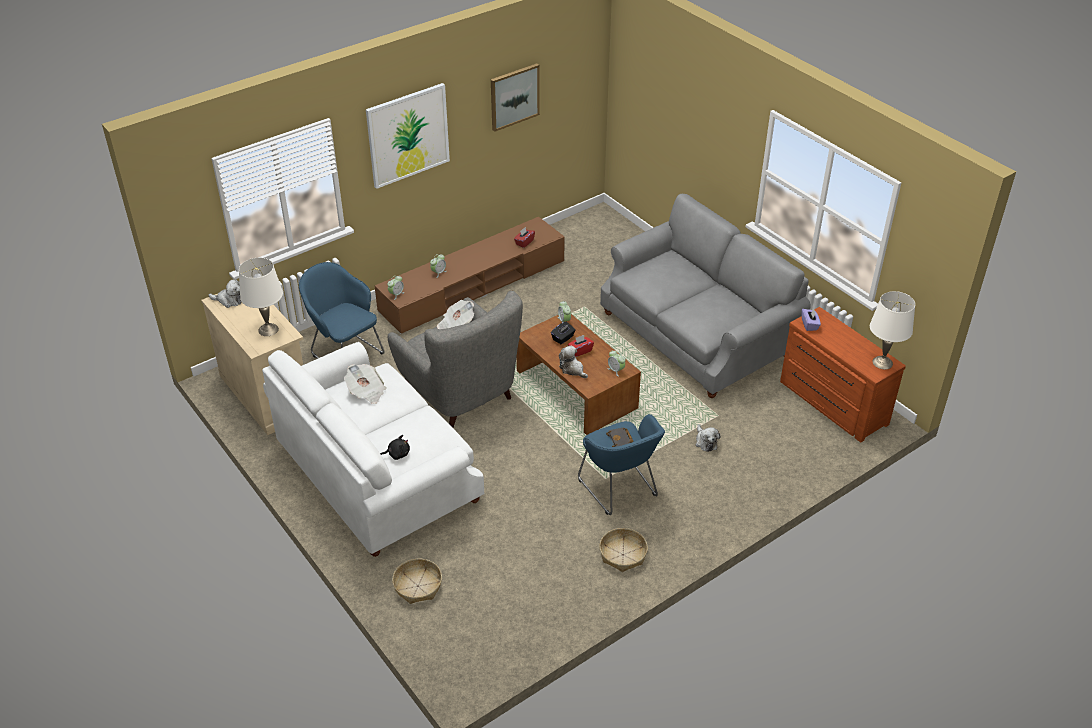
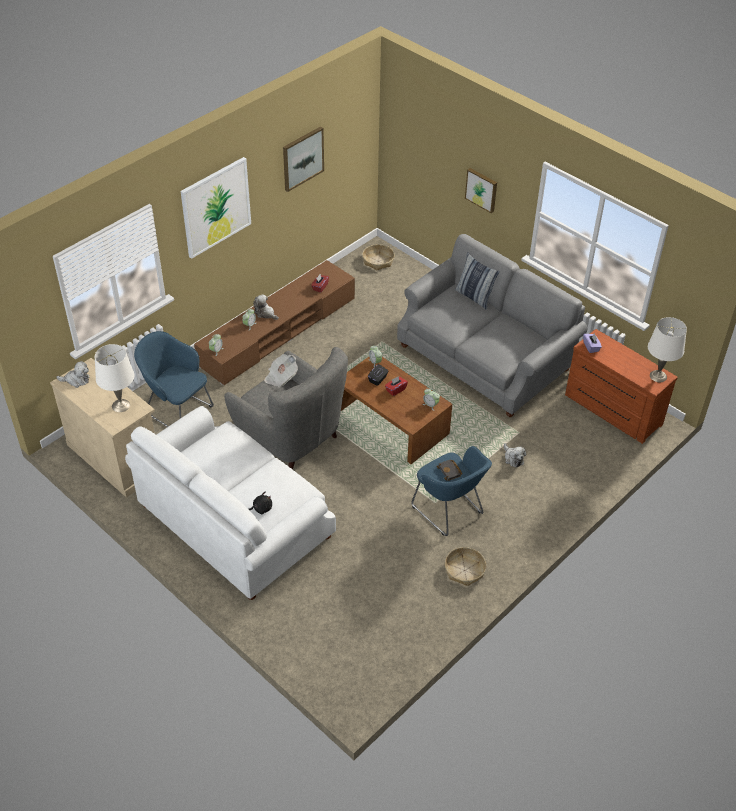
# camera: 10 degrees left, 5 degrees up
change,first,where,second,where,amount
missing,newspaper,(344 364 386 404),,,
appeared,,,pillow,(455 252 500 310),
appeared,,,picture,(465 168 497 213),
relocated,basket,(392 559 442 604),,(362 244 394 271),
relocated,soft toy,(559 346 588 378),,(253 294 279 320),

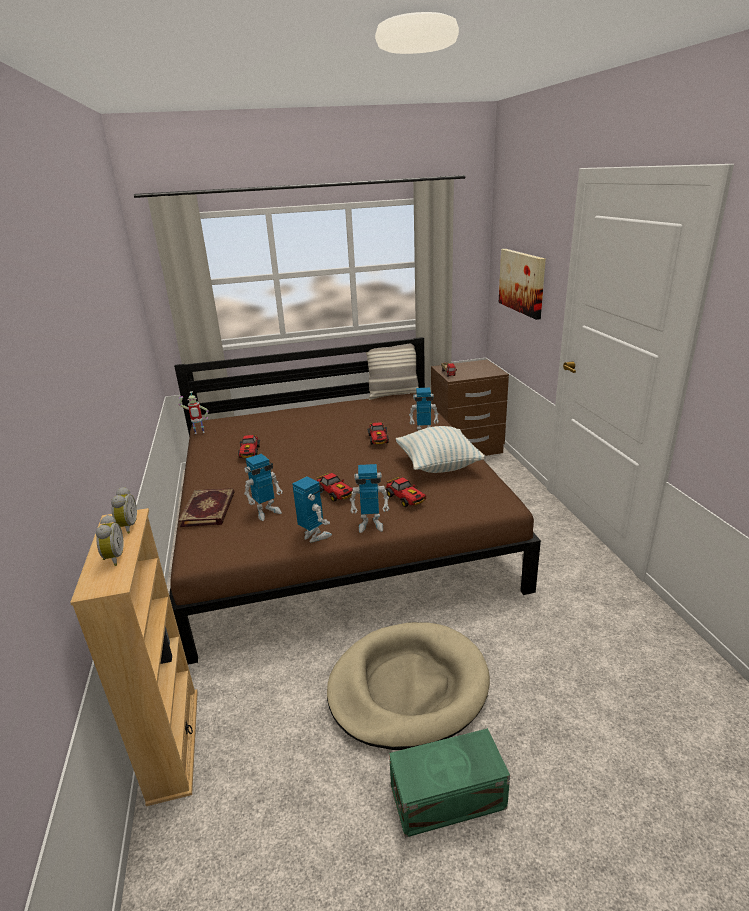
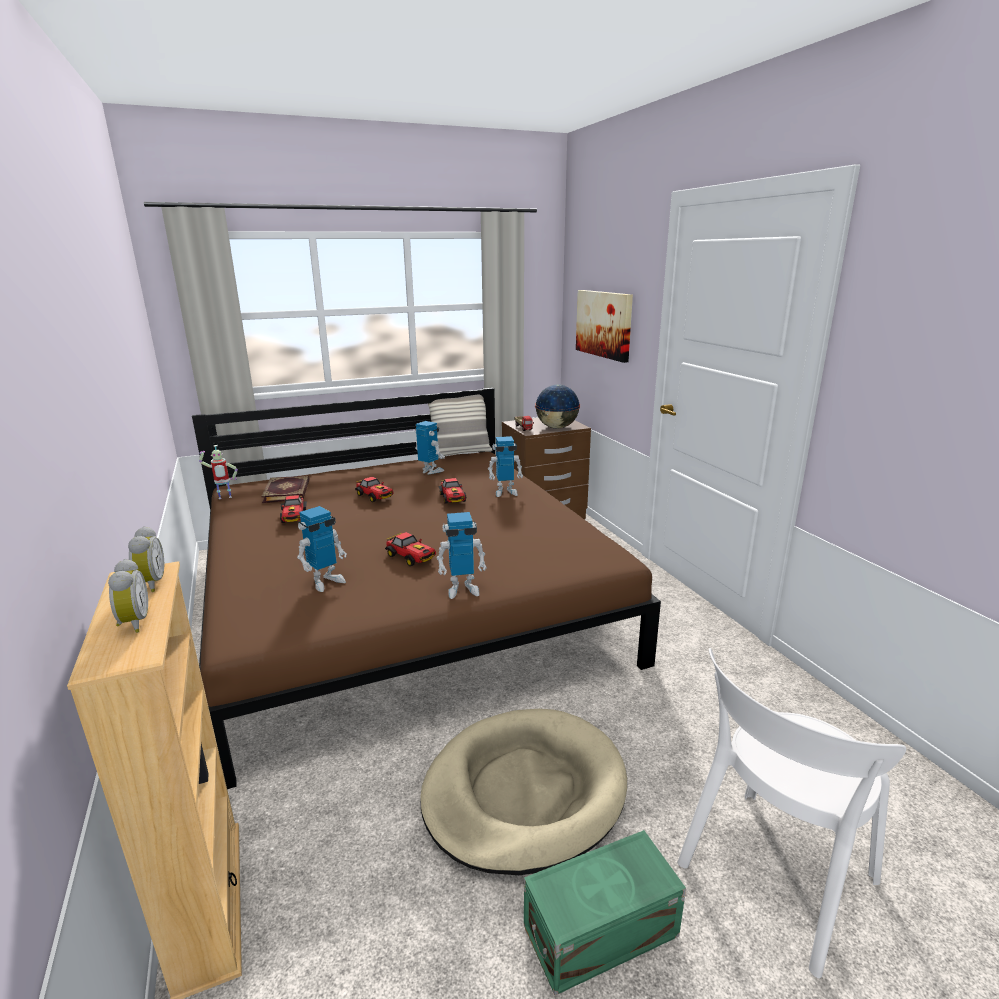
# camera: 10 degrees left, 5 degrees down
change,first,where,second,where,amount
missing,pillow,(396 426 485 473),,,
appeared,,,desk globe,(535 384 580 429),
appeared,,,chair in white,(677 648 906 978),
relocated,volume,(178 488 235 527),,(261 475 310 503),
relocated,model robot,(292 477 332 542),,(415 421 445 475),
relocated,model car,(386 477 426 507),,(355 477 394 502),

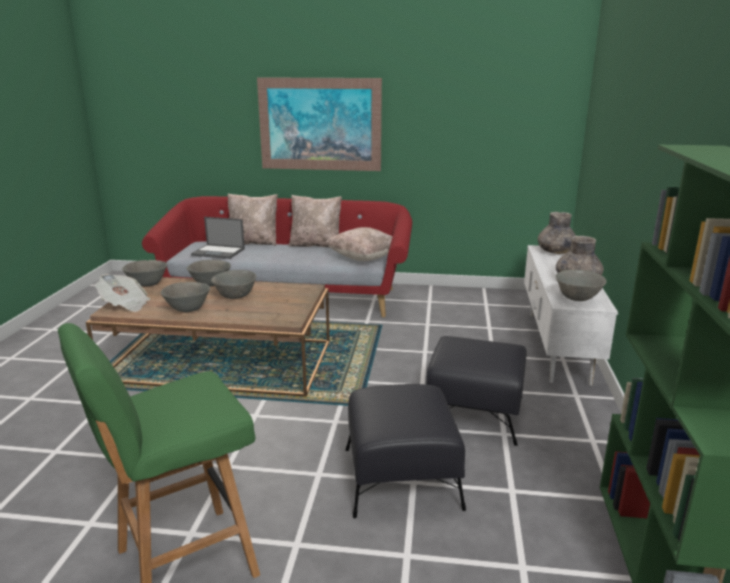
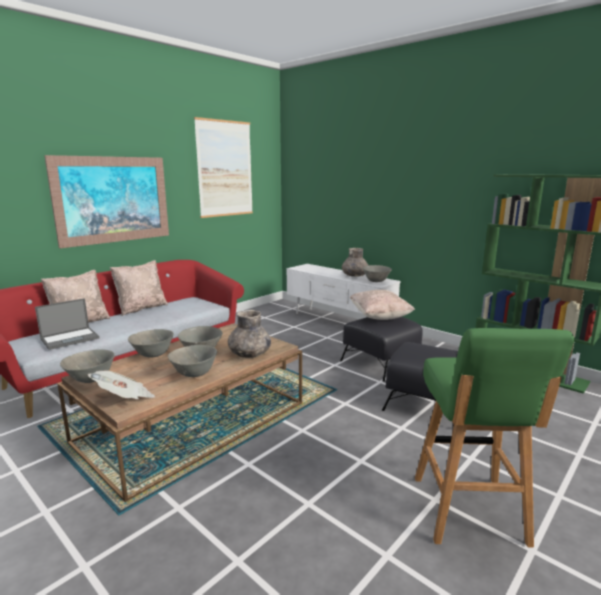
# camera: 55 degrees left, 5 degrees down
change,first,where,second,where,amount
appeared,,,picture,(194 117 253 218),
relocated,pillow in beige,(325 227 393 261),,(350 290 415 320),
relocated,flower vase in gray,(538 212 576 254),,(228 310 271 358),

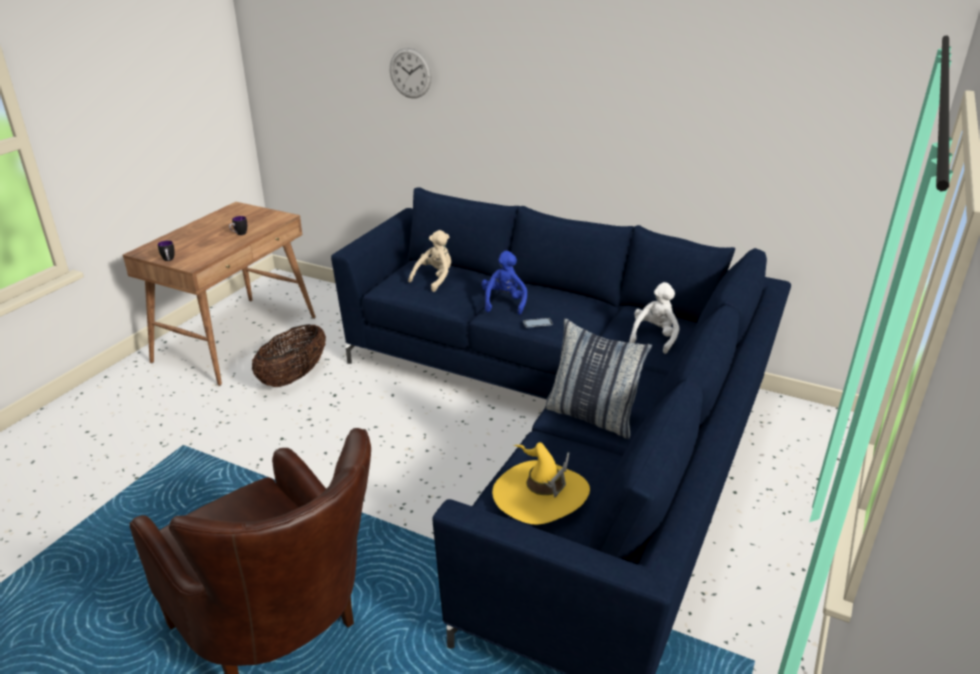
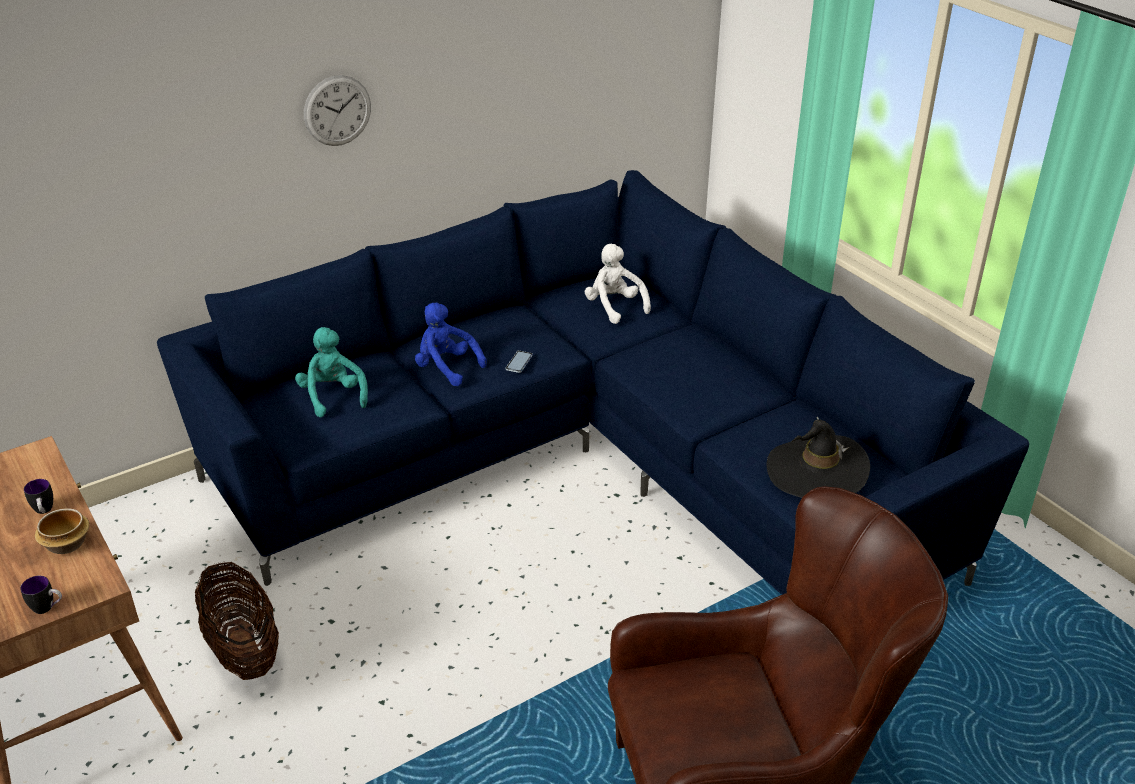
# camera: 60 degrees left, 5 degrees up
change,first,where,second,where,amount
missing,pillow,(545 318 652 439),,,
appeared,,,deep dish,(35 508 90 554),
relocated,hanging clock,(390 48 432 98),,(304 75 371 146),
colour,soft toy in beige,(408 230 451 292),soft toy in turquoise-coloured,(295 327 368 417),
colour,wearable hat in yellowish,(492 442 590 525),wearable hat in black-coloured,(767 417 870 498),

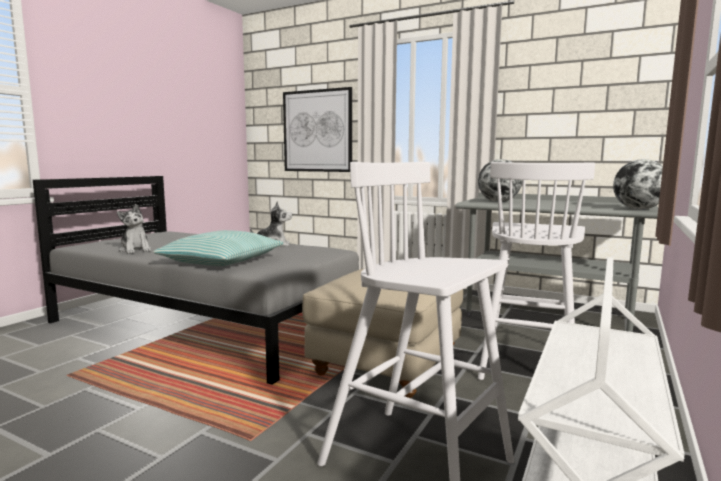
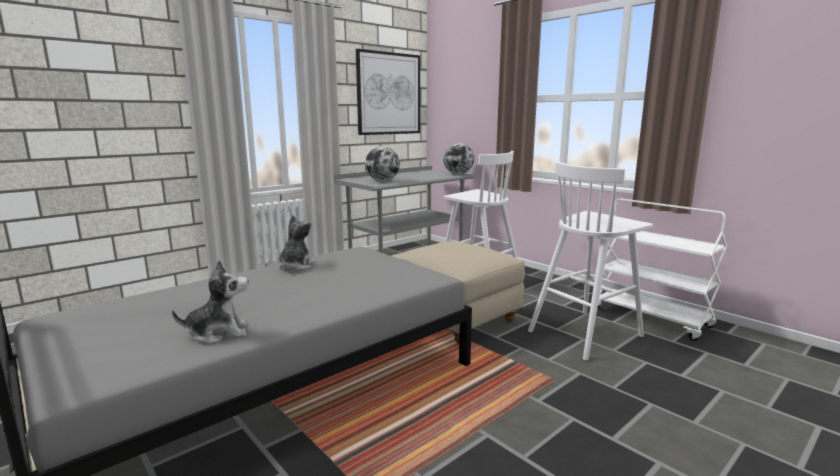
# camera: 70 degrees left, 5 degrees up
change,first,where,second,where,amount
missing,pillow,(153 230 284 266),,,
relocated,picture,(283 87 352 172),,(356 49 420 135),

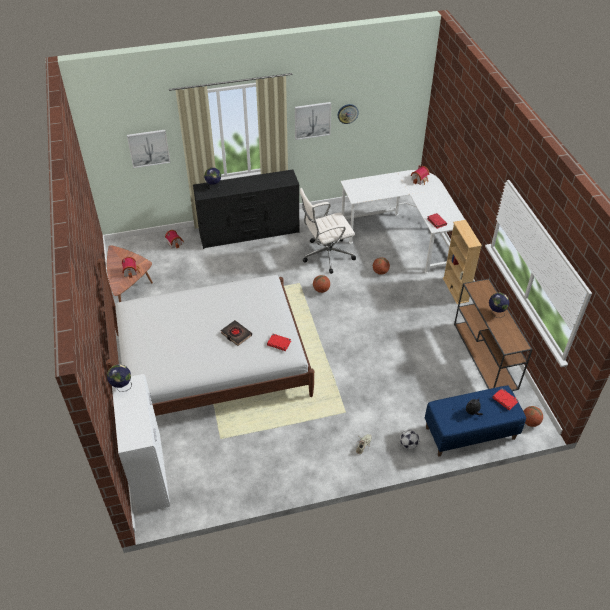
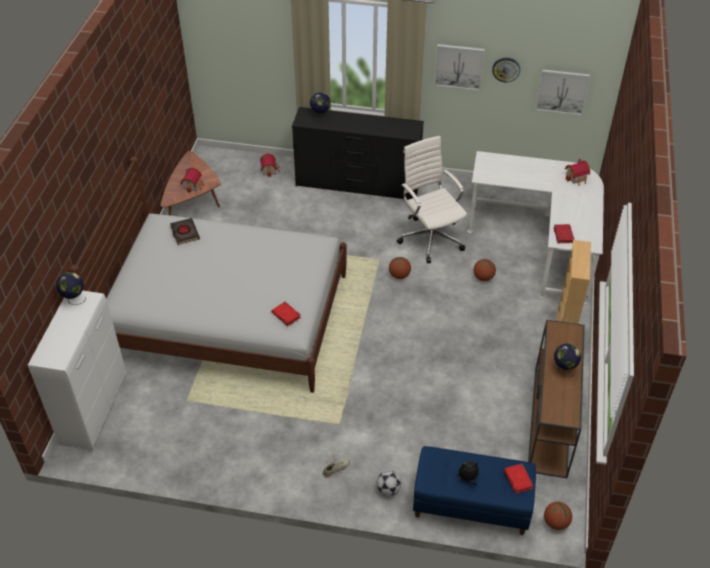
# camera: 25 degrees right, 0 degrees up
change,first,where,second,where,amount
relocated,picture,(127 130 171 168),,(536 69 590 115),
relocated,volume in black-coloured,(221 320 252 346),,(170 218 200 245),
spun,office chair in white,(300 188 356 274),,(397 136 467 263),60 degrees clockwise

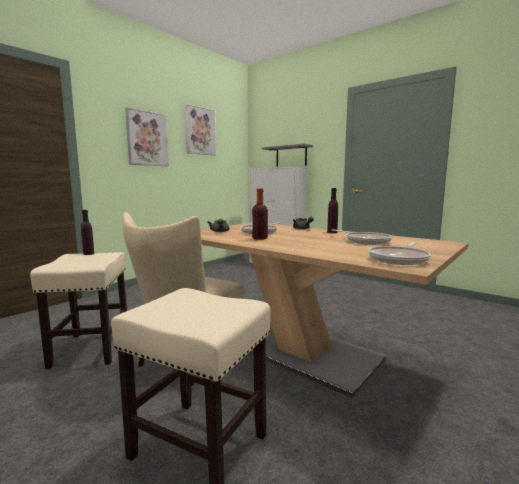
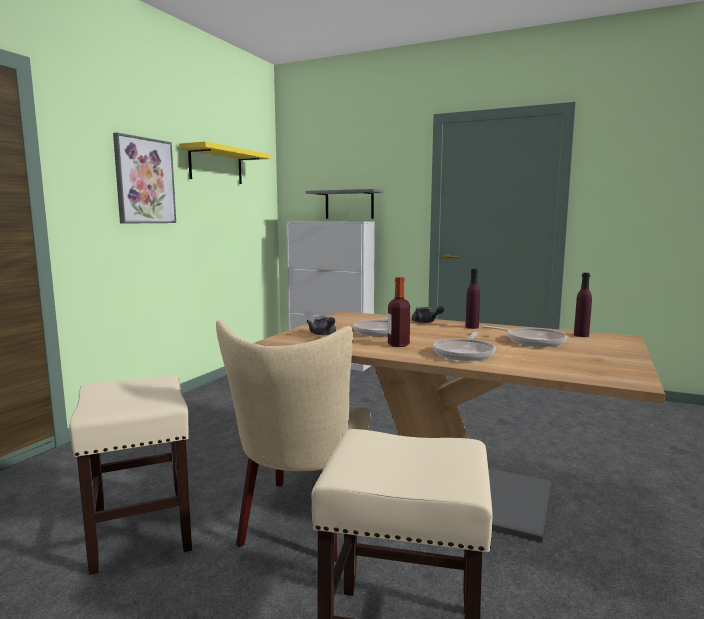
# camera: 15 degrees left, 0 degrees up
change,first,where,second,where,amount
relocated,drink bottle in purple-coloured,(81 210 94 255),,(574 273 592 337),
relocated,skillet,(368 242 431 265),,(433 332 496 361),
exchanged,picture,(184 103 217 156),bracket shelf in yellowish,(179 141 270 184),

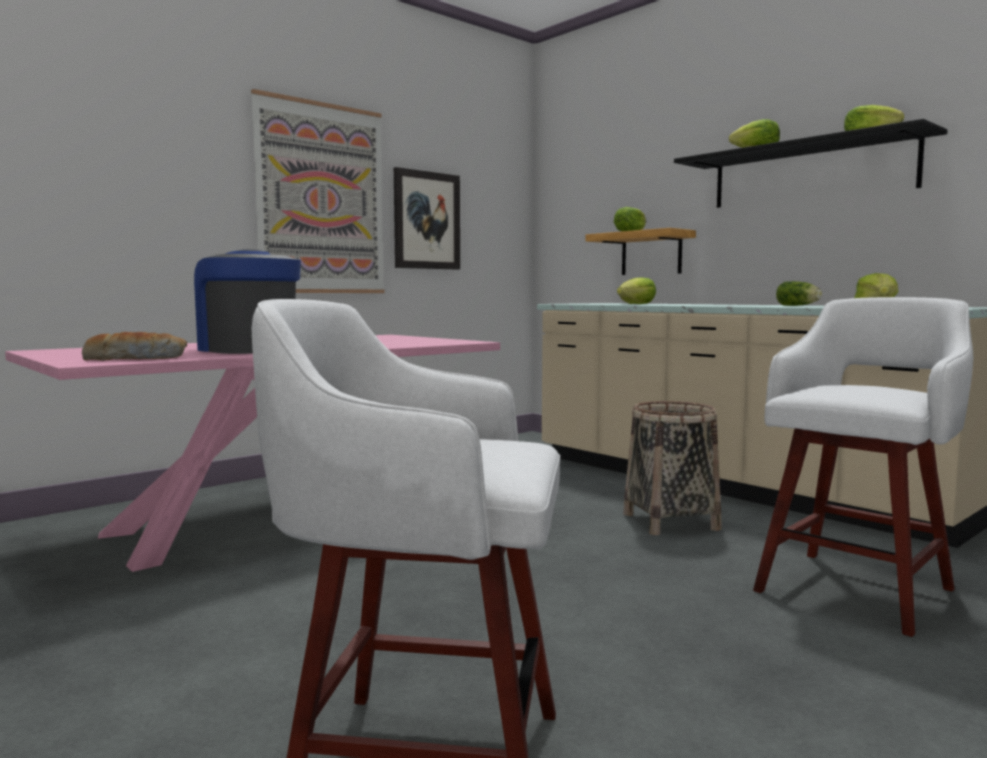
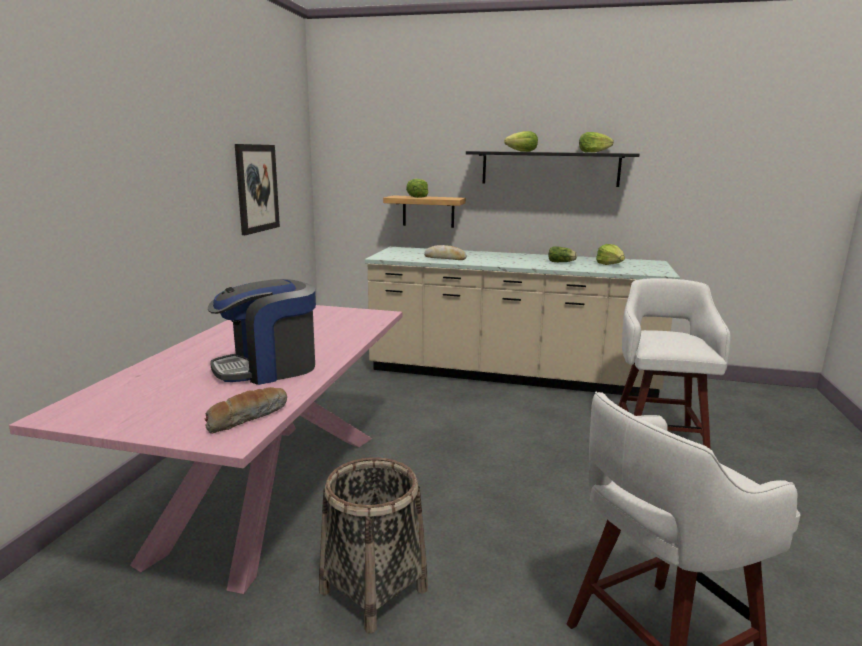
# camera: 35 degrees left, 10 degrees up
change,first,where,second,where,amount
missing,picture,(251 89 385 293),,,
relocated,basket,(623 401 722 535),,(319 458 428 633),
exchanged,lettuce,(617 277 656 304),bakery bread,(424 245 467 260),
spun,coffee maker,(194 249 301 354),,(208 279 316 385),45 degrees counterclockwise

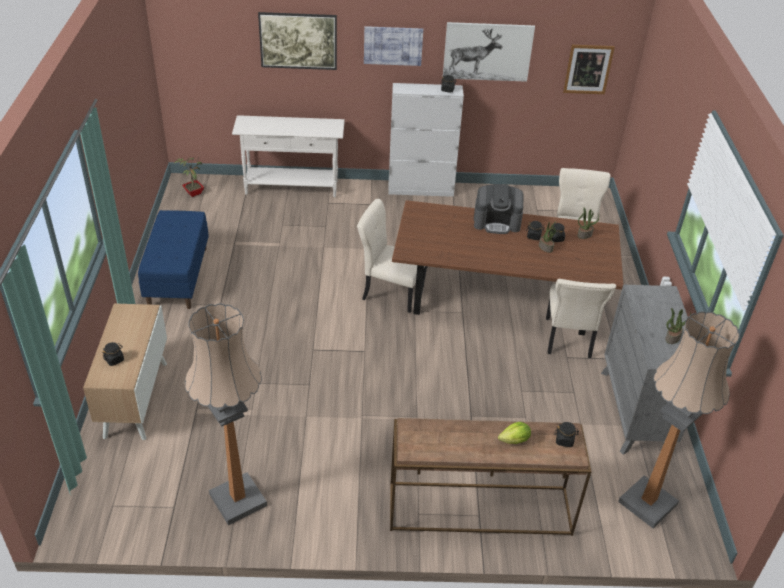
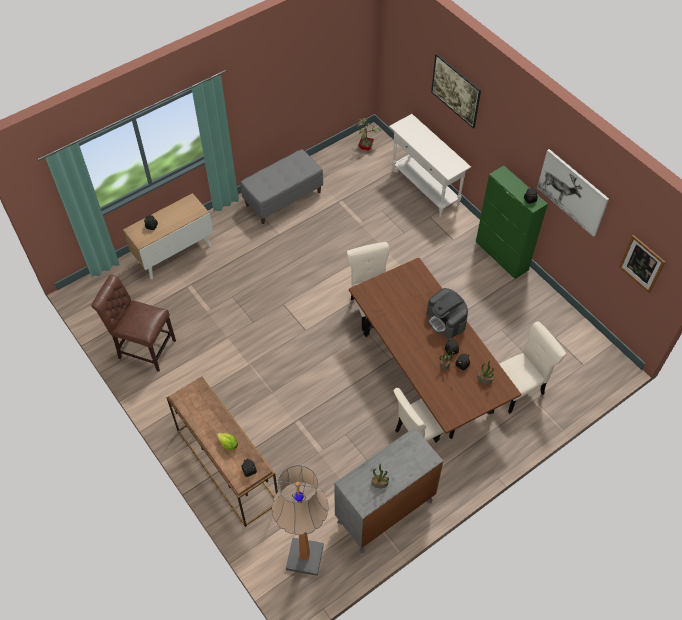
# camera: 55 degrees right, 15 degrees up
change,first,where,second,where,amount
missing,picture,(364 26 423 66),,,
exchanged,standing lamp,(185 303 267 525),chair in brown-coloured,(91 274 176 372),
colour,bench in blue-coloured,(138 210 209 309),bench in gray,(241 149 323 224),
colour,cupboard in white,(388 83 464 197),cupboard in green,(476 166 548 279),

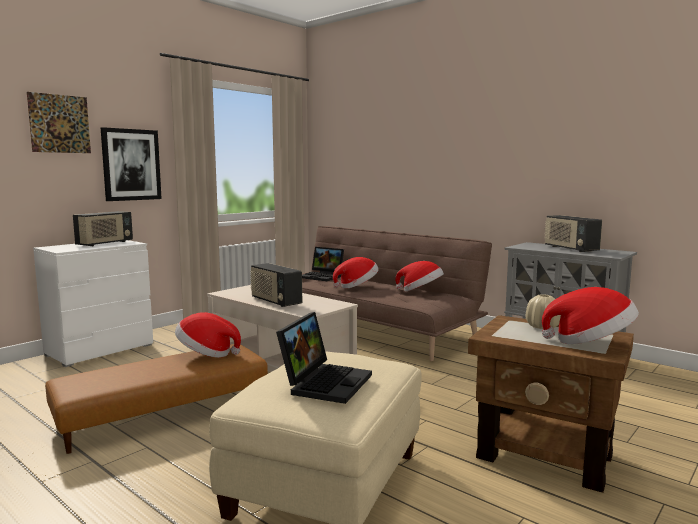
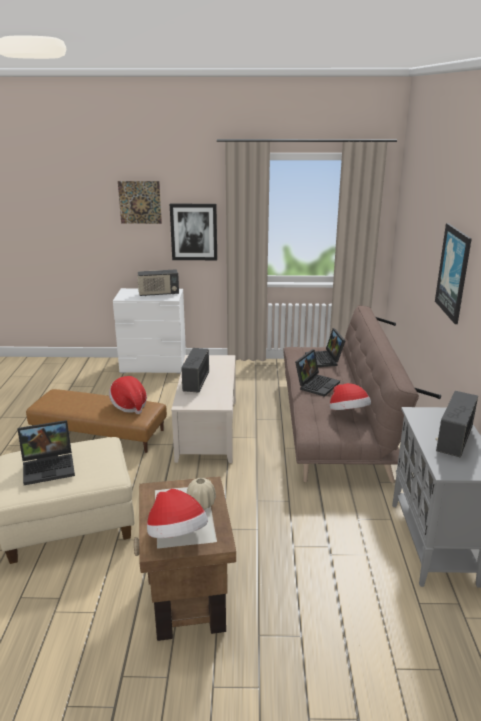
# camera: 50 degrees right, 15 degrees up
change,first,where,second,where,amount
appeared,,,picture,(435 223 472 324),
exchanged,wearable hat,(333 257 379 288),notebook computer,(295 349 340 397),

